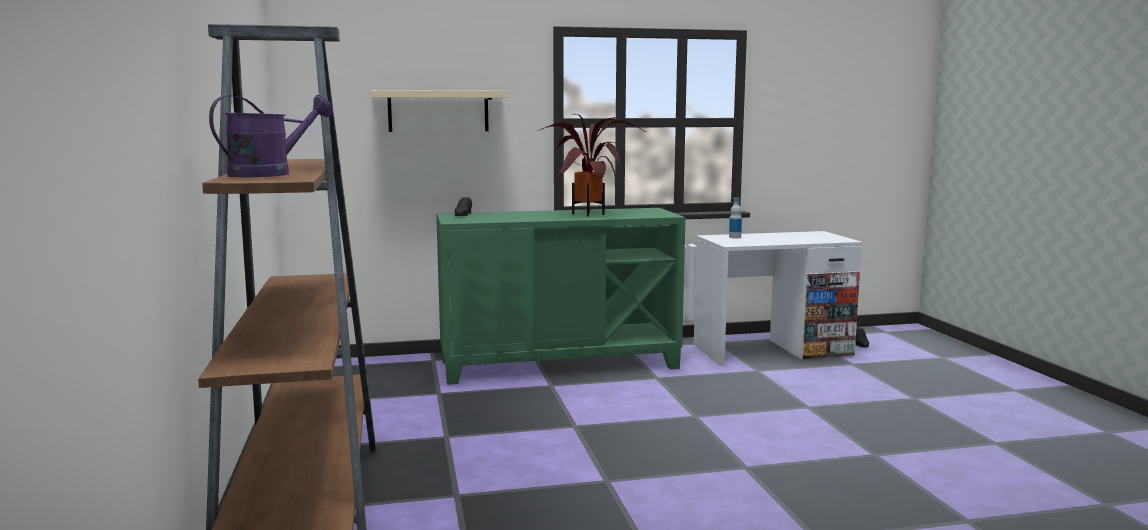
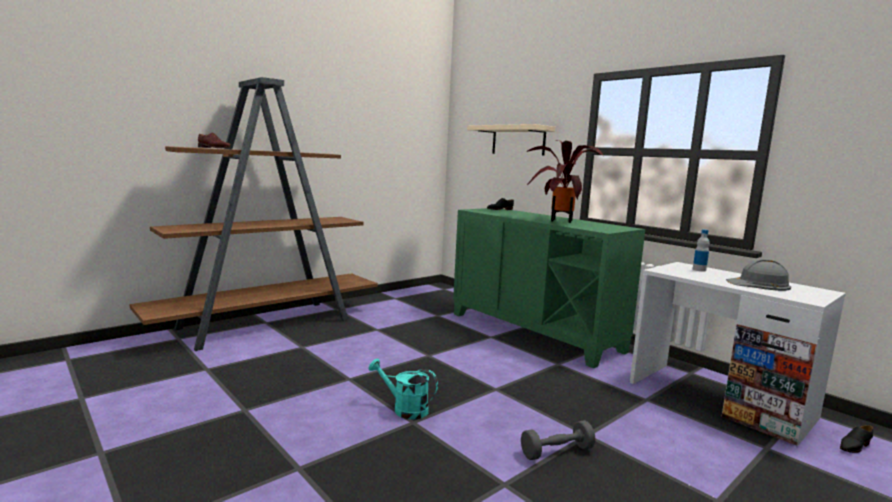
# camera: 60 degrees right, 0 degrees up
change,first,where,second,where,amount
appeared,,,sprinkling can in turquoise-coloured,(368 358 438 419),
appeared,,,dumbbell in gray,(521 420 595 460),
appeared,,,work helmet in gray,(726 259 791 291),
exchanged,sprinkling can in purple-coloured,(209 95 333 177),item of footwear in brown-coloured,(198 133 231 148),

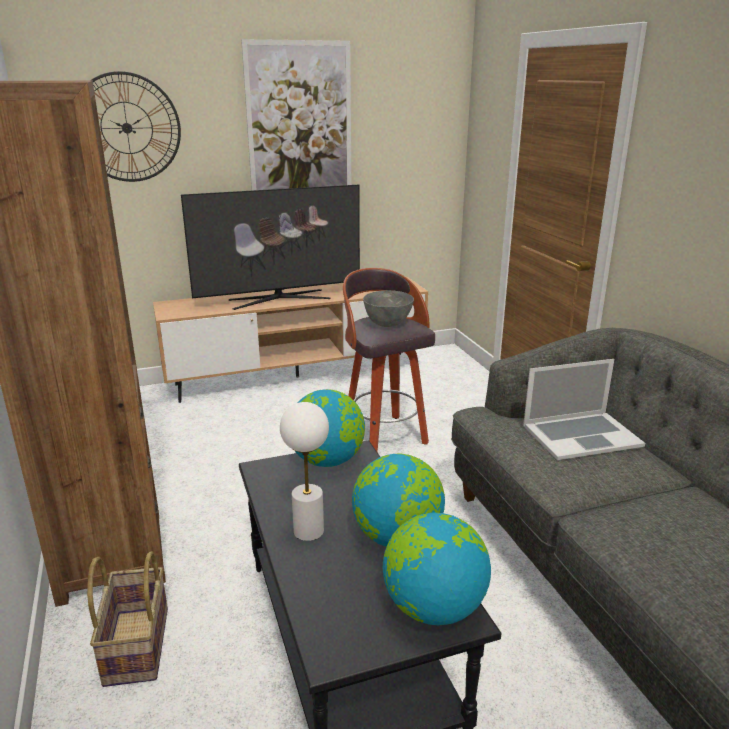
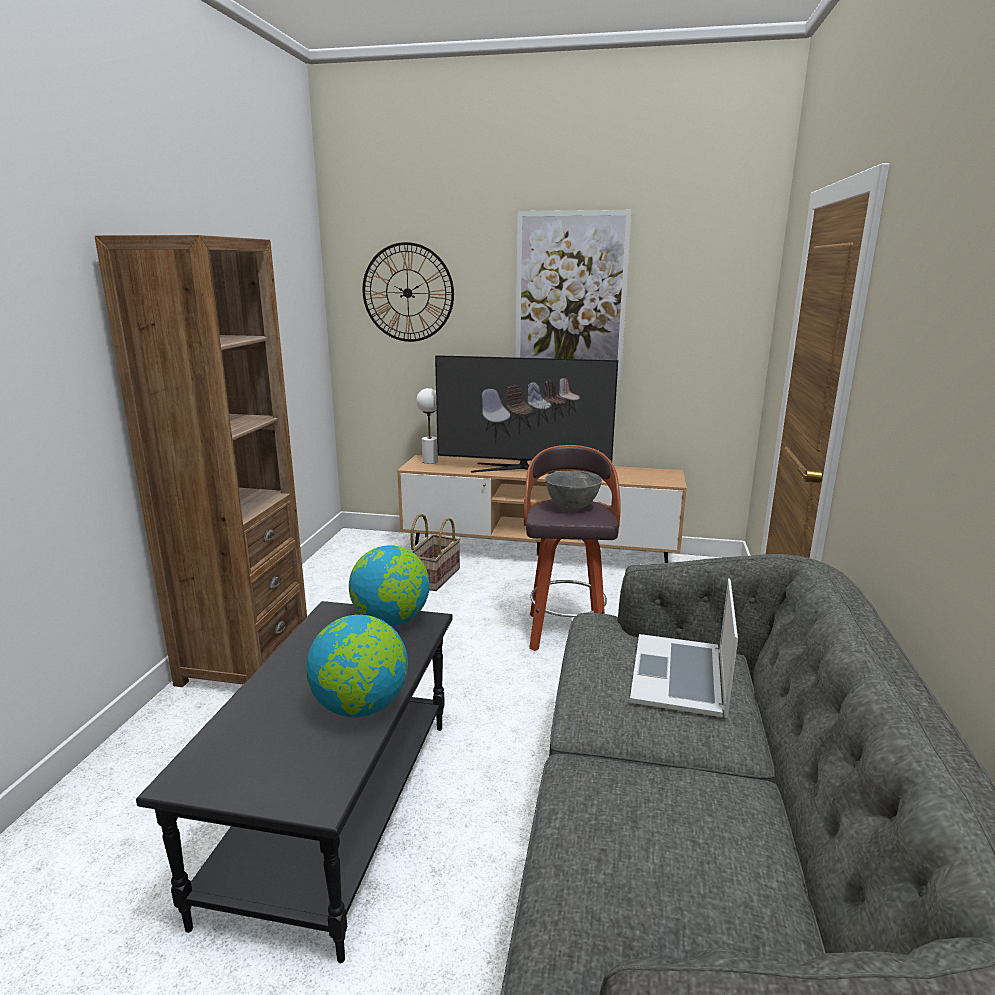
# camera: 30 degrees right, 5 degrees down
change,first,where,second,where,amount
missing,desk globe,(383 512 491 625),,,
relocated,basket,(87 551 168 687),,(411 513 461 591),
relocated,table lamp in white,(280 402 329 541),,(416 388 438 464),
spun,notebook computer,(523 359 645 460),,(630 578 738 718),90 degrees clockwise

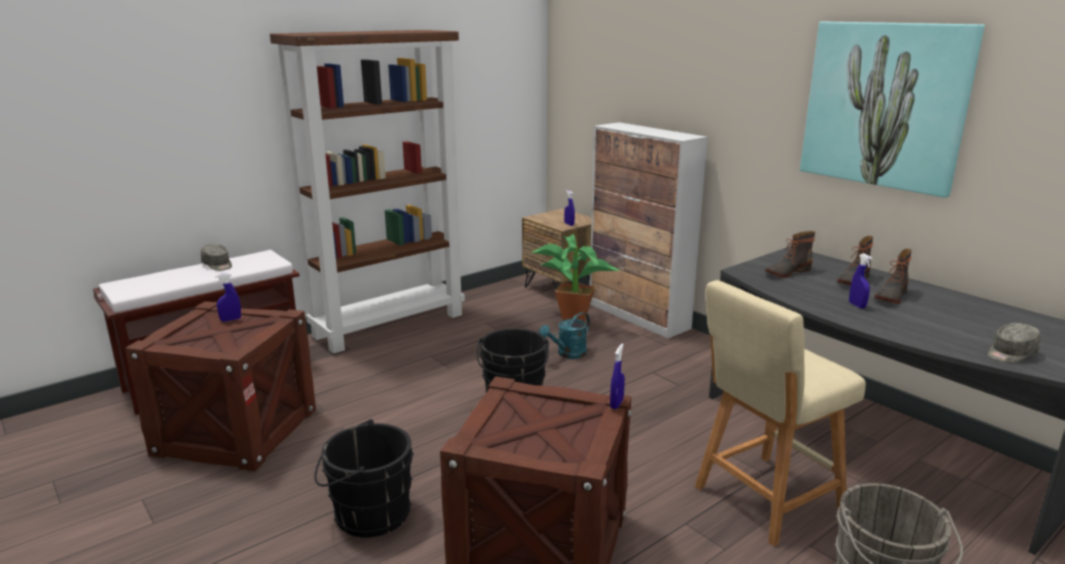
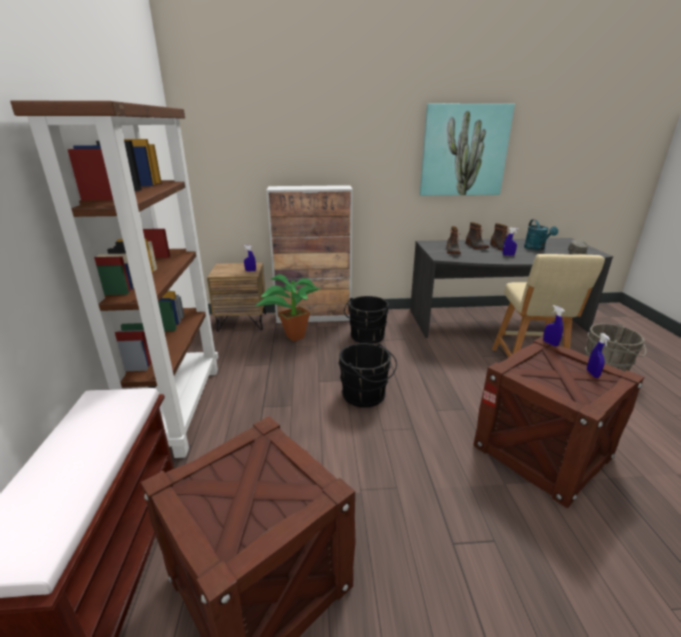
# camera: 55 degrees left, 5 degrees up
change,first,where,second,where,amount
missing,cap in gray,(201 244 232 271),,,
relocated,spray bottle in blue-coloured,(215 273 241 322),,(587 333 610 378),
relocated,bucket in black-coloured,(314 419 414 538),,(344 296 389 344),
relocated,sprinkling can in turquoise-coloured,(539 312 590 359),,(524 219 558 250),

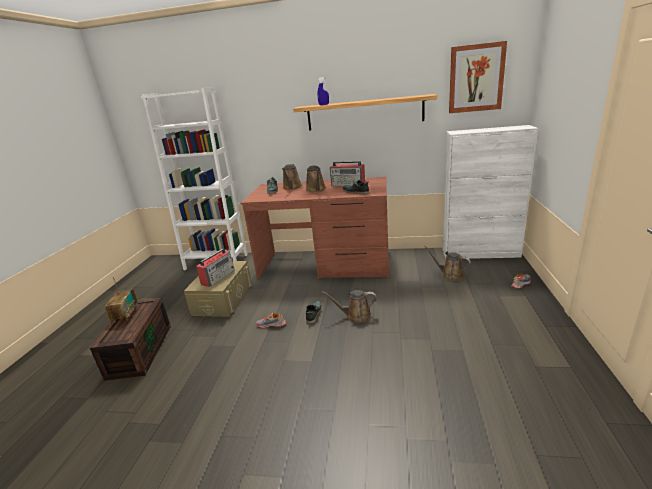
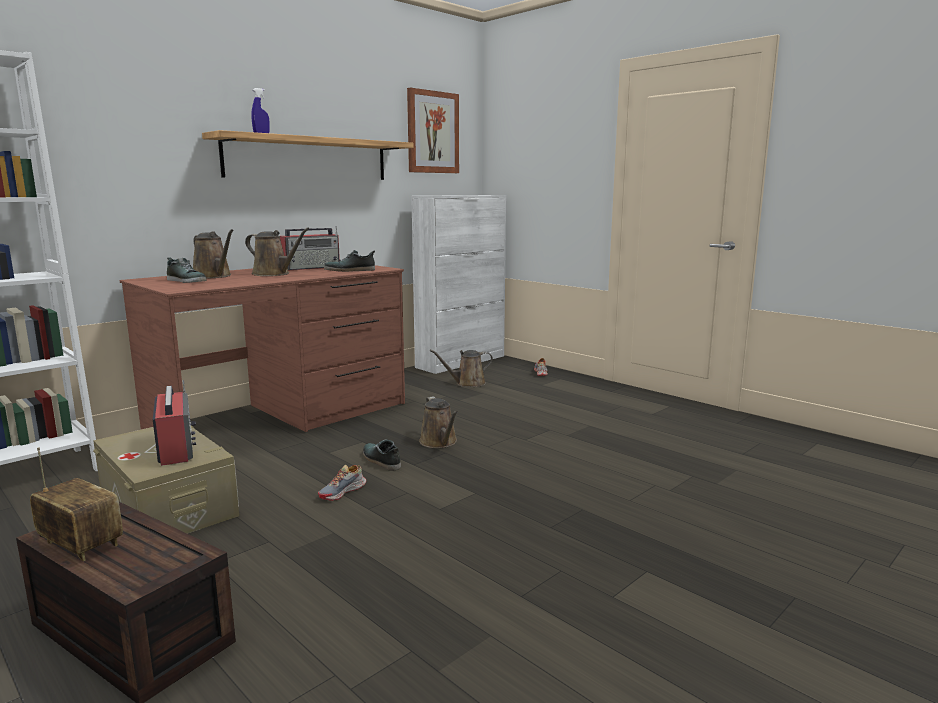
# camera: 55 degrees left, 10 degrees down
change,first,where,second,where,amount
spun,sprinkling can in brown-coloured,(322 290 377 323),,(419 396 458 448),60 degrees counterclockwise

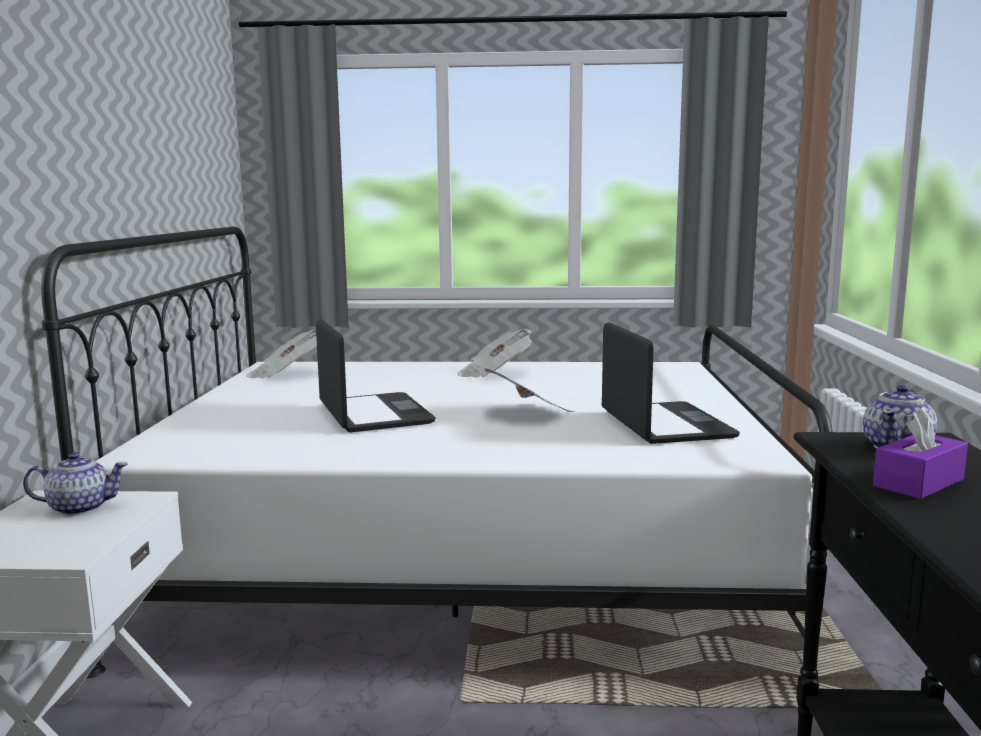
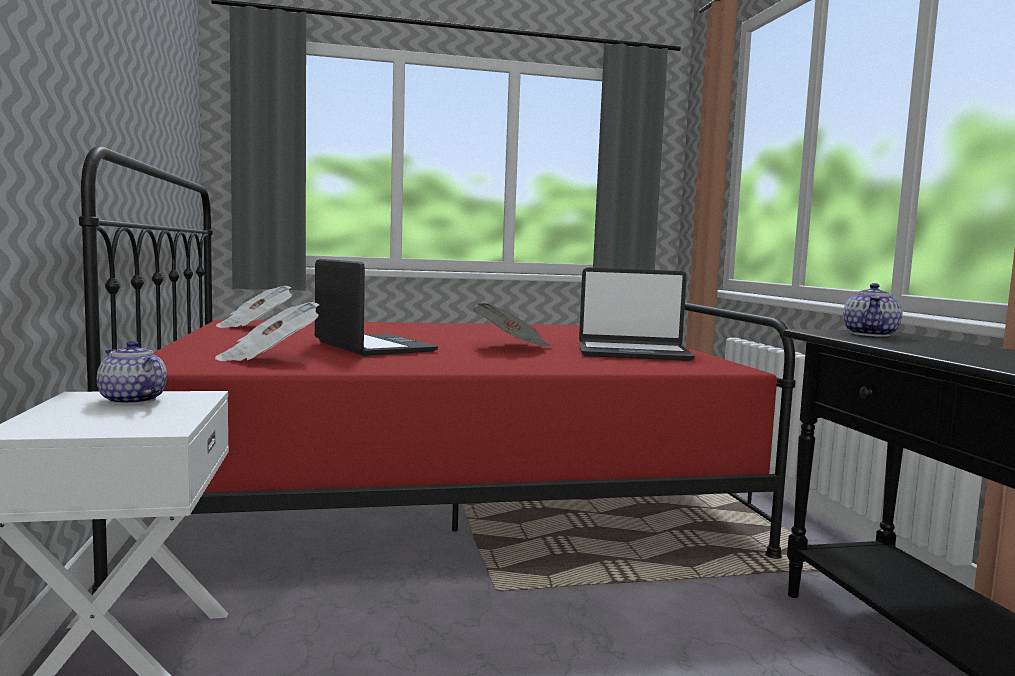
# camera: 15 degrees left, 5 degrees down
change,first,where,second,where,amount
missing,tissue holder in purple-coloured,(873 407 968 499),,,
relocated,newspaper,(457 329 532 378),,(215 302 319 361),
colour,sleeping bed in white,(41 226 832 684),sleeping bed in reddish,(79 146 796 595),
spun,tea pot,(23 452 128 516),,(97 341 167 405),120 degrees counterclockwise
spun,notebook computer,(602 322 740 444),,(579 267 695 361),120 degrees clockwise

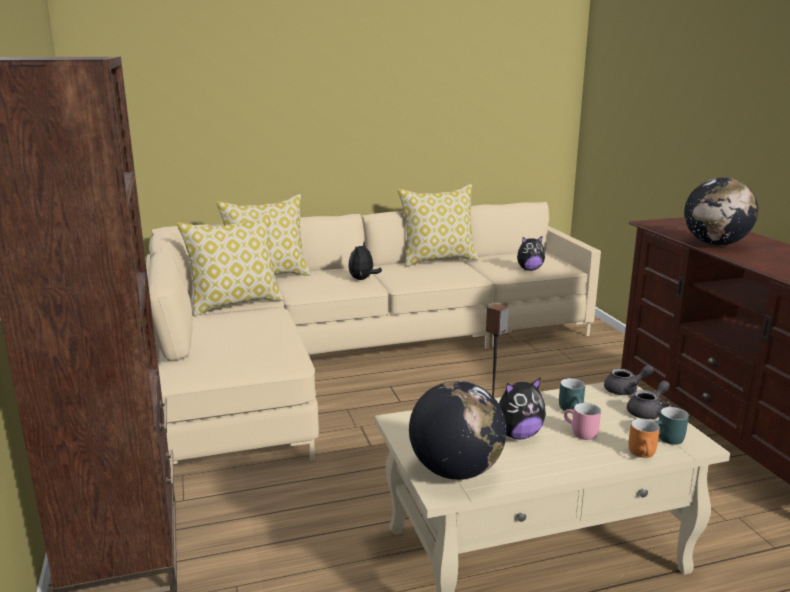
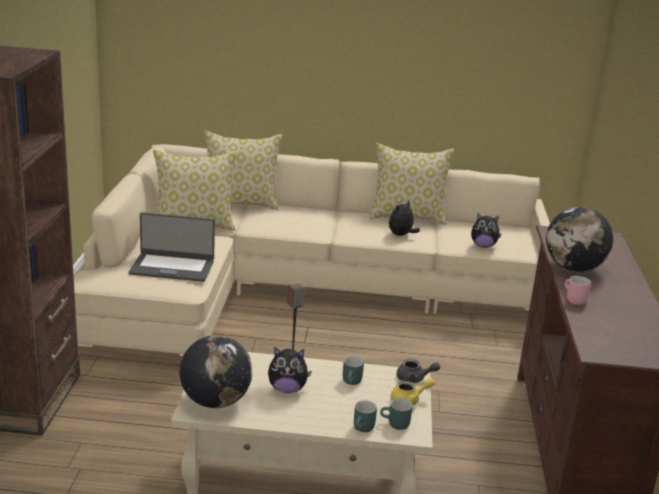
# camera: 20 degrees right, 5 degrees up
change,first,where,second,where,amount
appeared,,,notebook computer,(128 212 215 282),
relocated,soft toy,(348 242 382 280),,(389 201 420 236),
relocated,tea mug in pink,(564 403 601 440),,(565 276 591 305),
colour,tea pot in gray,(627 381 672 419),tea pot in yellowish,(391 378 435 406),
colour,tea mug in orange-coloured,(628 419 660 458),tea mug in turquoise-coloured,(354 401 377 432),

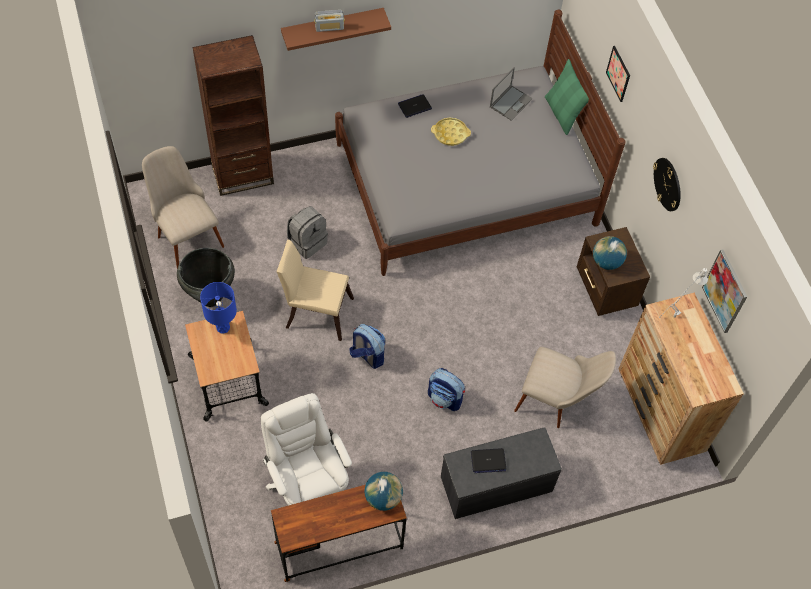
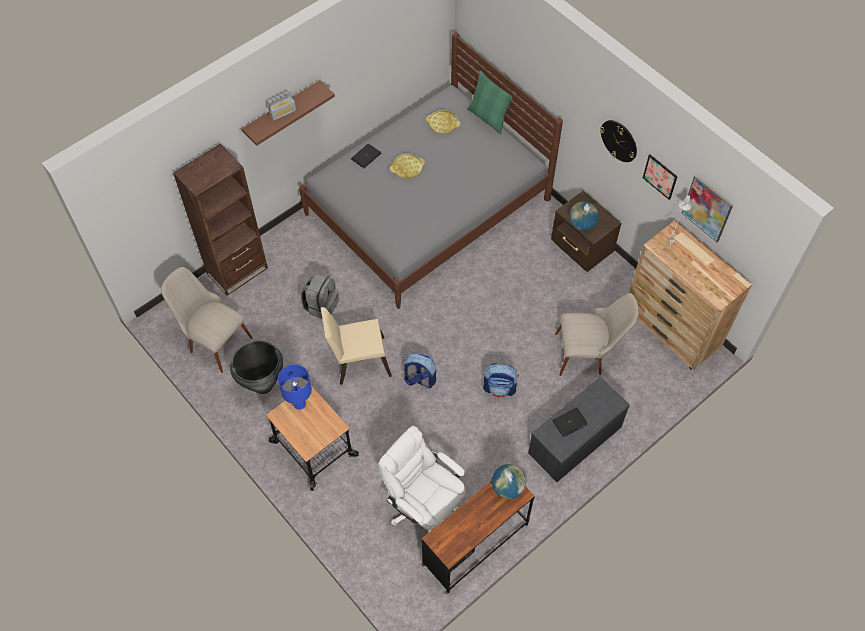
# camera: 20 degrees left, 0 degrees up
change,first,where,second,where,amount
relocated,picture,(606 46 630 102),,(643 155 678 200),
exchanged,notebook computer,(490 68 533 121),serving tray in yellowish,(426 110 461 134),

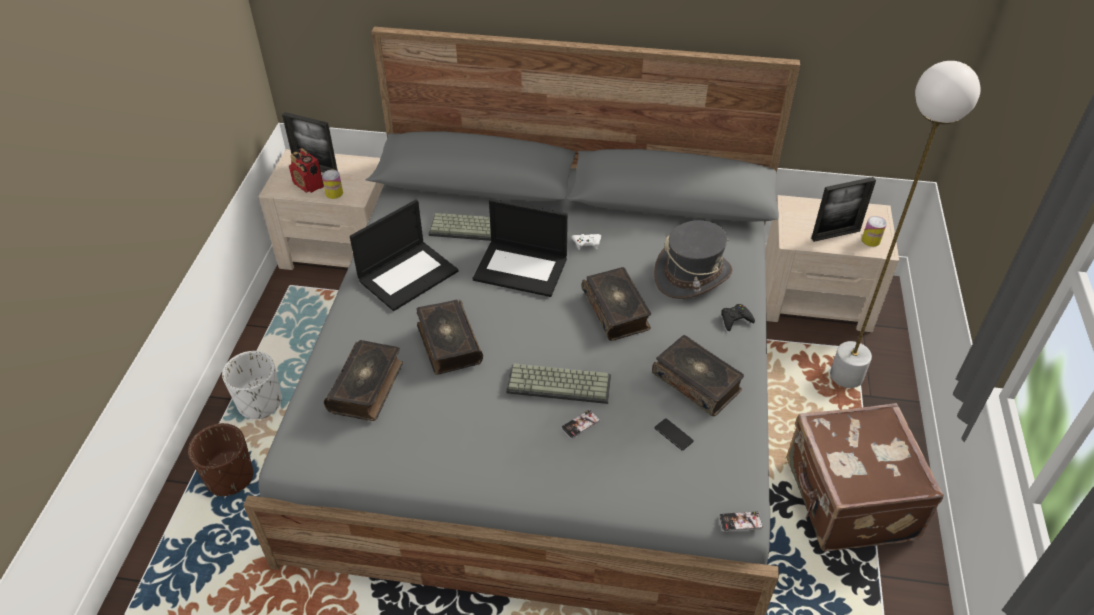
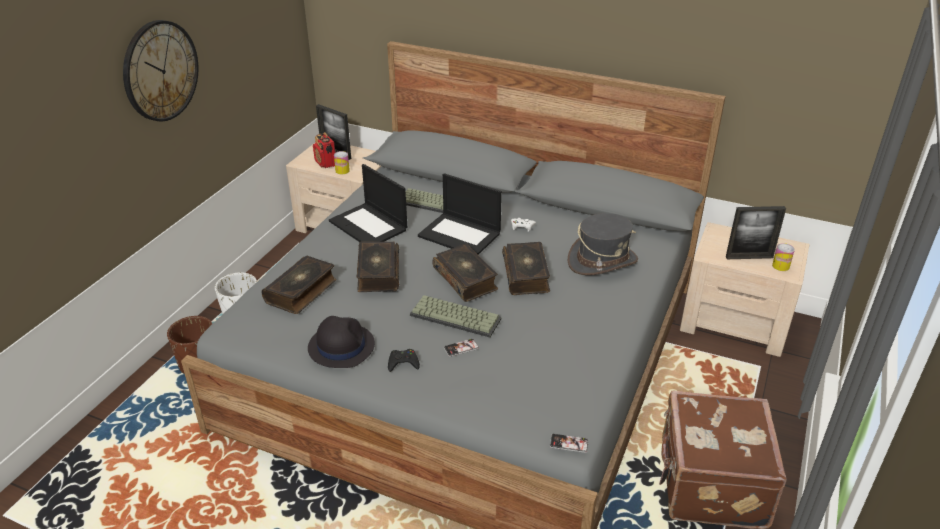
# camera: 15 degrees right, 10 degrees down
change,first,where,second,where,amount
missing,telephone,(655 418 694 451),,,
missing,standing lamp in white,(830 61 981 388),,,
appeared,,,hanging clock,(123 20 198 121),
appeared,,,wearable hat in black-coloured,(308 316 375 368),
relocated,volume,(652 335 744 416),,(432 244 498 302),
relocated,game controller in black-coloured,(721 304 755 331),,(388 349 420 372),
spun,notebook computer,(350 200 458 311),,(329 164 407 242),75 degrees clockwise

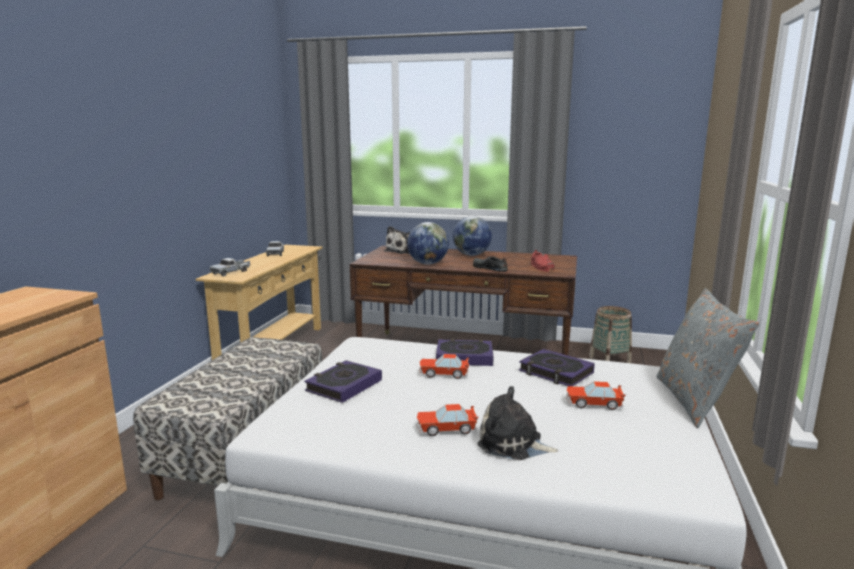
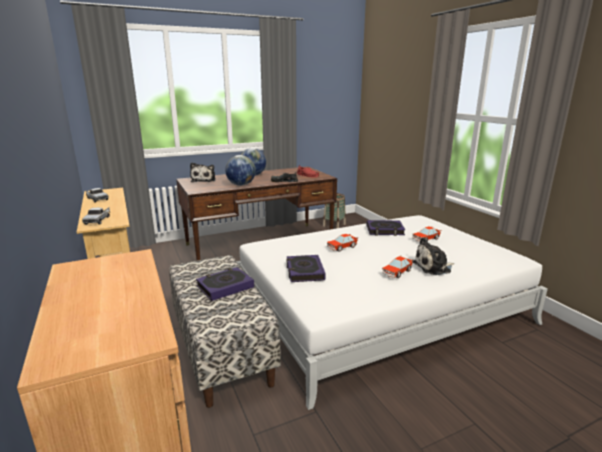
# camera: 40 degrees left, 5 degrees up
change,first,where,second,where,amount
missing,pillow in gray,(656 288 759 428),,,
relocated,volume,(436 339 493 366),,(196 267 254 301),

